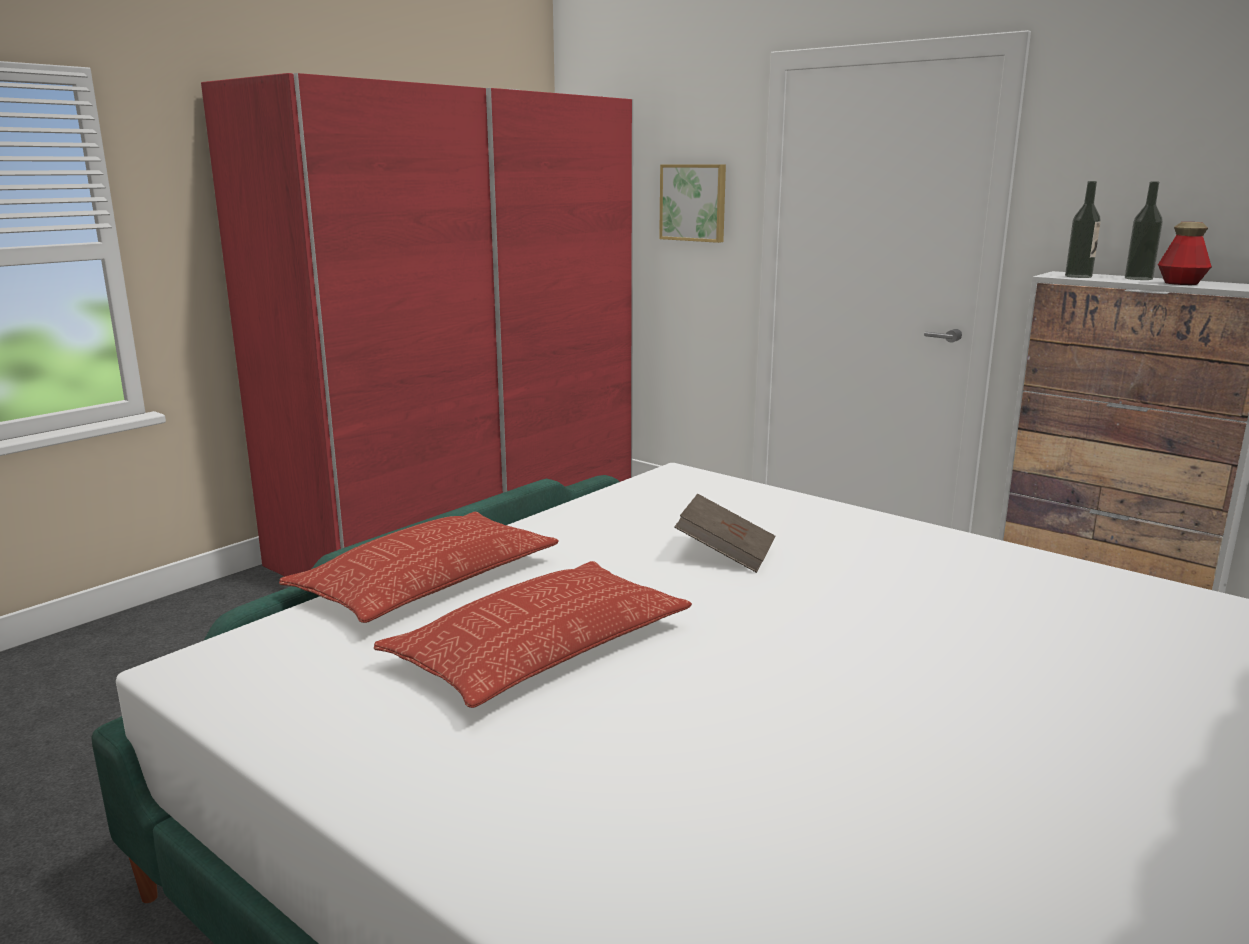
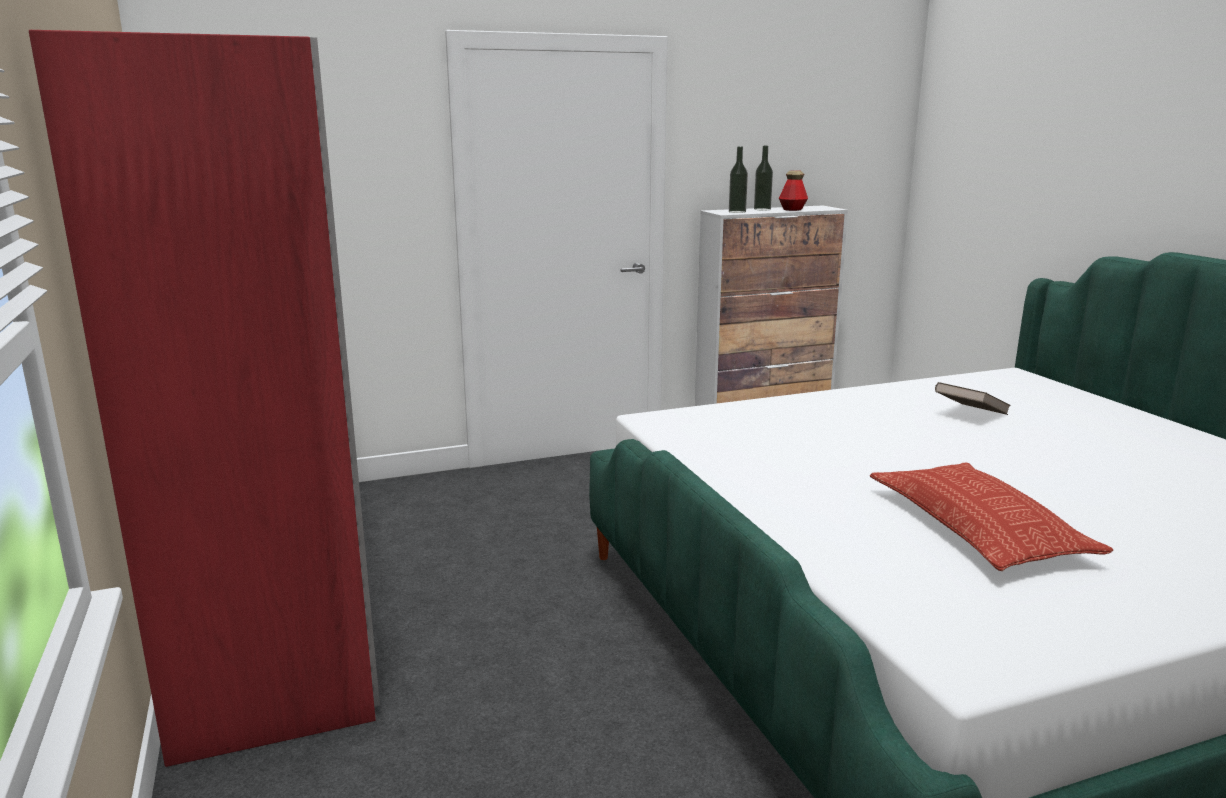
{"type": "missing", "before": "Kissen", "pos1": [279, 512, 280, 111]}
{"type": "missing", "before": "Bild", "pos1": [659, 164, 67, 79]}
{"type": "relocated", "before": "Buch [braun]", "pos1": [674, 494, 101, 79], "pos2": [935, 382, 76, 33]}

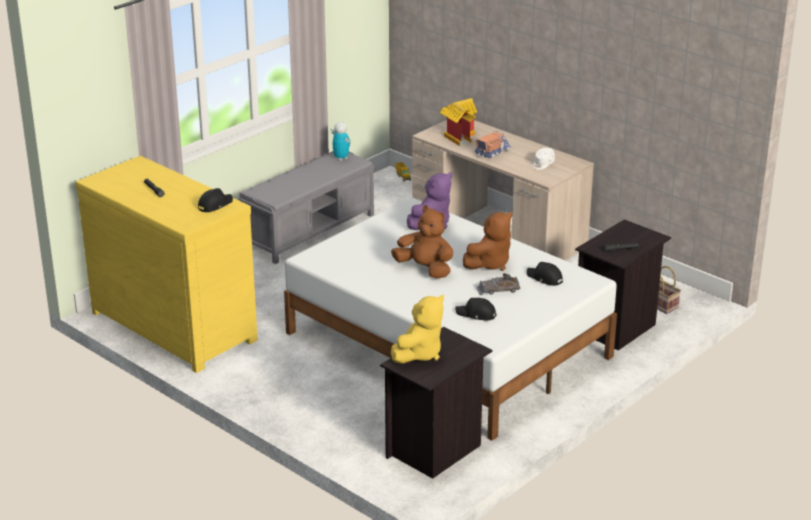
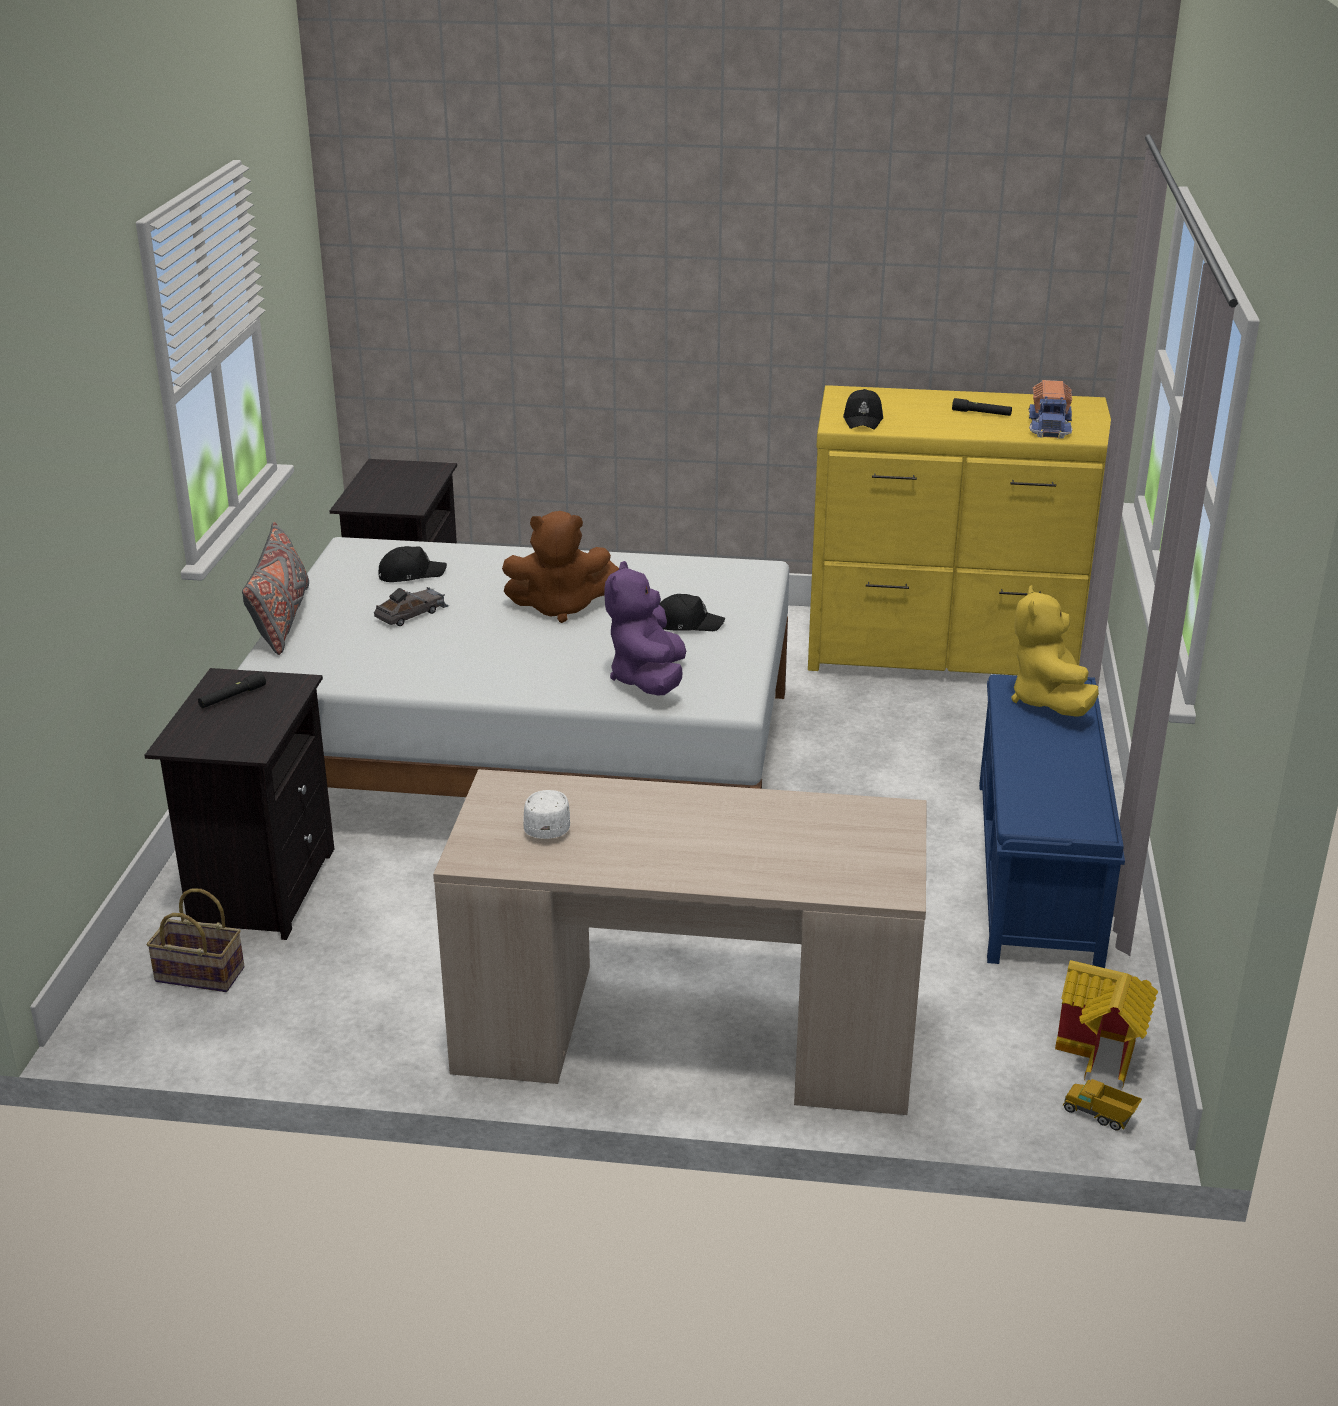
{"type": "missing", "before": "Spielzeugroboter", "pos1": [331, 122, 20, 39]}
{"type": "missing", "before": "Plüschtier [braun]", "pos1": [463, 212, 50, 59]}
{"type": "appeared", "after": "Kissen [grau]", "pos2": [242, 522, 67, 133]}
{"type": "relocated", "before": "Plüschtier [gelb]", "pos1": [391, 295, 53, 69], "pos2": [1011, 585, 88, 132]}
{"type": "relocated", "before": "Spielzeughaus", "pos1": [439, 98, 39, 48], "pos2": [1055, 960, 103, 131]}
{"type": "relocated", "before": "Spielzeuglaster", "pos1": [475, 131, 37, 28], "pos2": [1029, 380, 44, 59]}
{"type": "relocated", "before": "Kappe [schwarz]", "pos1": [527, 262, 36, 24], "pos2": [659, 594, 66, 37]}
{"type": "colour", "before": "Bank [grau]", "after": "Bank [blau]", "pos1": [238, 151, 137, 113], "pos2": [979, 674, 146, 294]}

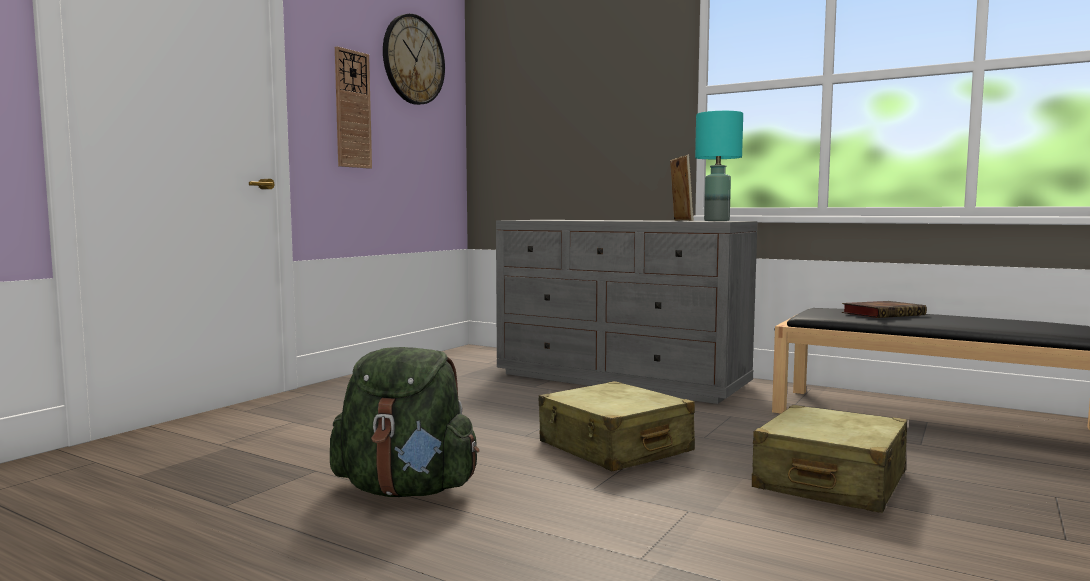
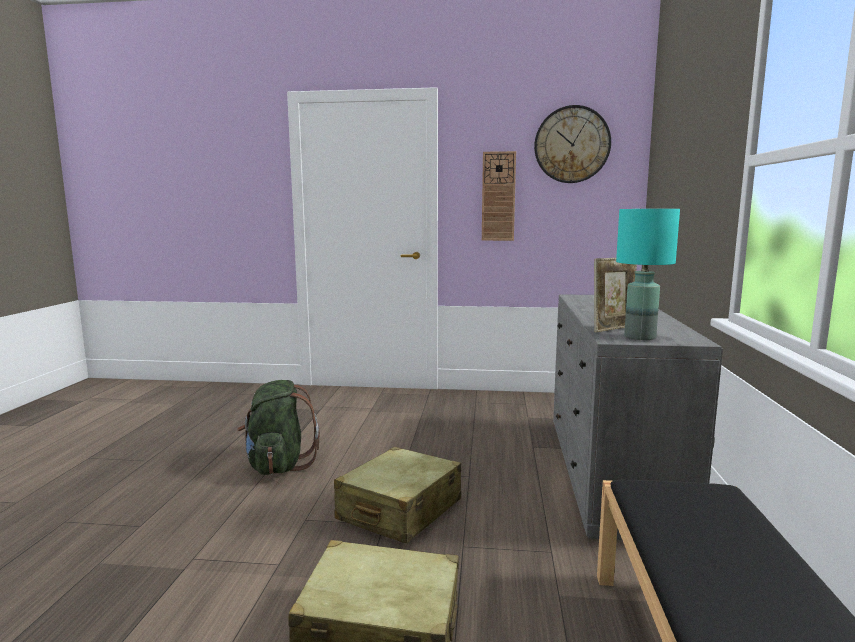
{"type": "missing", "before": "Buch", "pos1": [842, 301, 85, 17]}

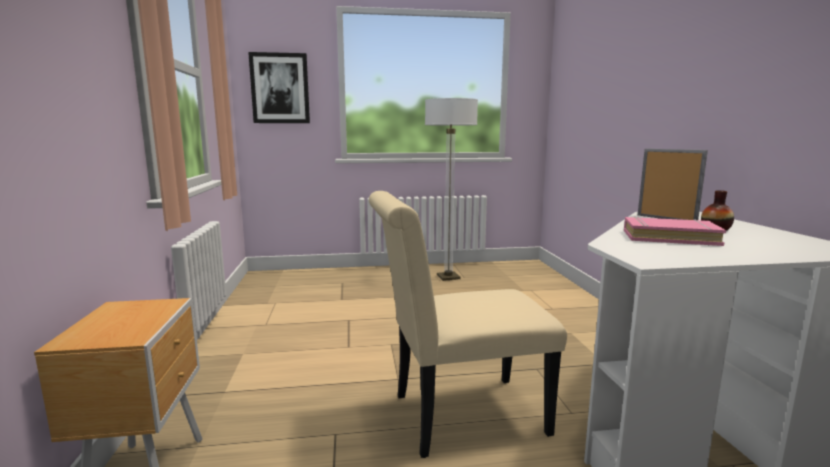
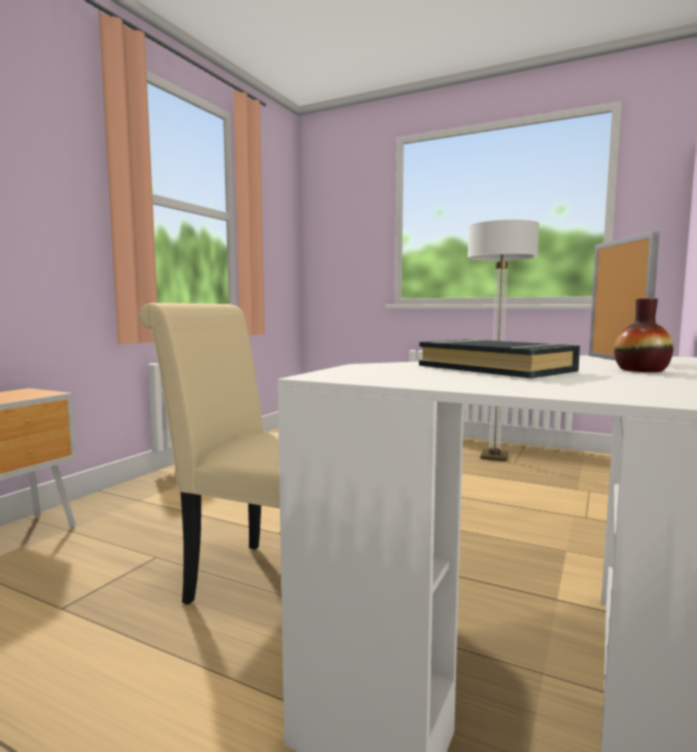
{"type": "missing", "before": "Bild", "pos1": [248, 52, 62, 71]}
{"type": "colour", "before": "Buch [rosa]", "after": "Buch [schwarz]", "pos1": [624, 217, 102, 29], "pos2": [419, 339, 161, 39]}

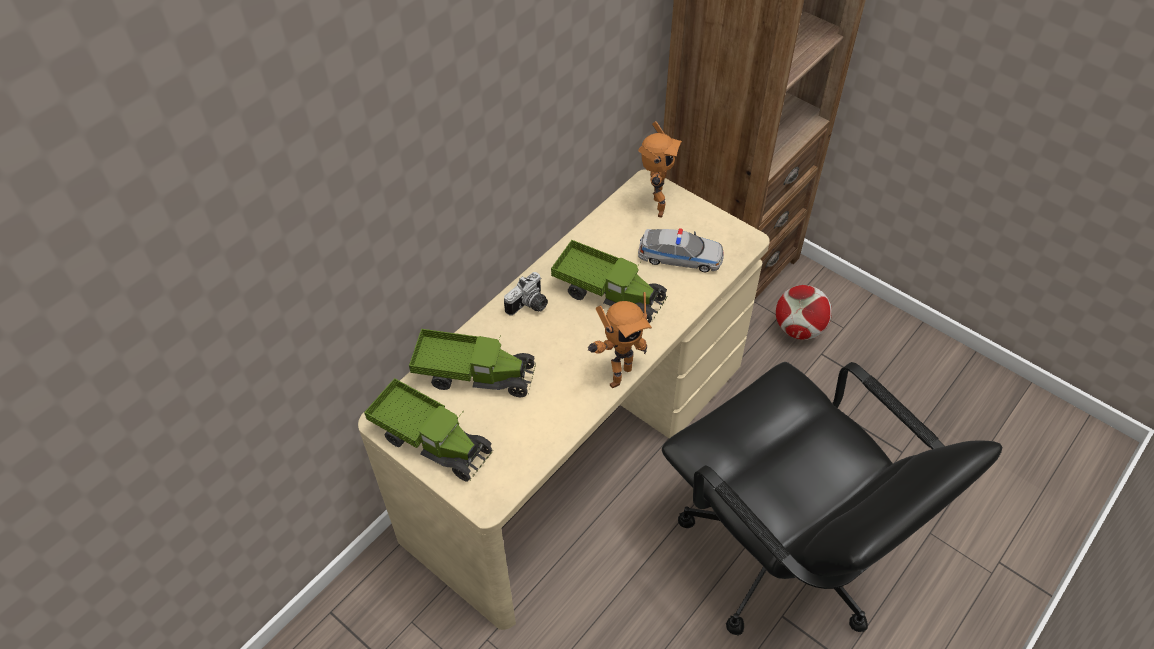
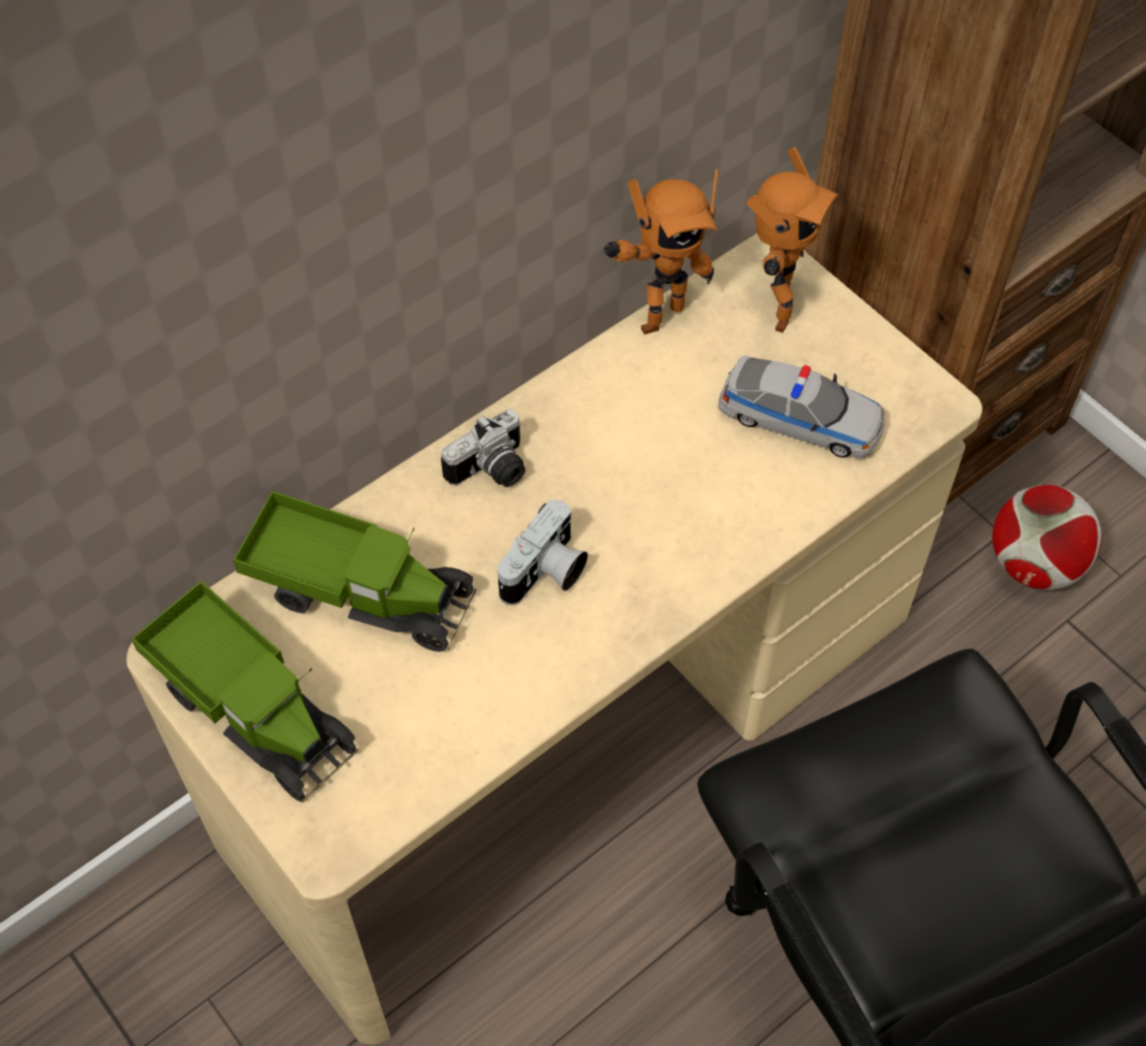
{"type": "missing", "before": "Spielzeuglaster", "pos1": [551, 240, 116, 83]}
{"type": "appeared", "after": "Kamera", "pos2": [497, 499, 91, 106]}
{"type": "relocated", "before": "Spielzeugroboter", "pos1": [588, 292, 64, 97], "pos2": [602, 169, 116, 166]}

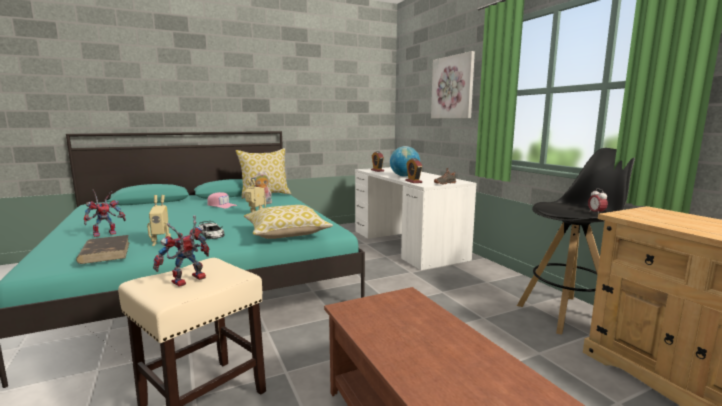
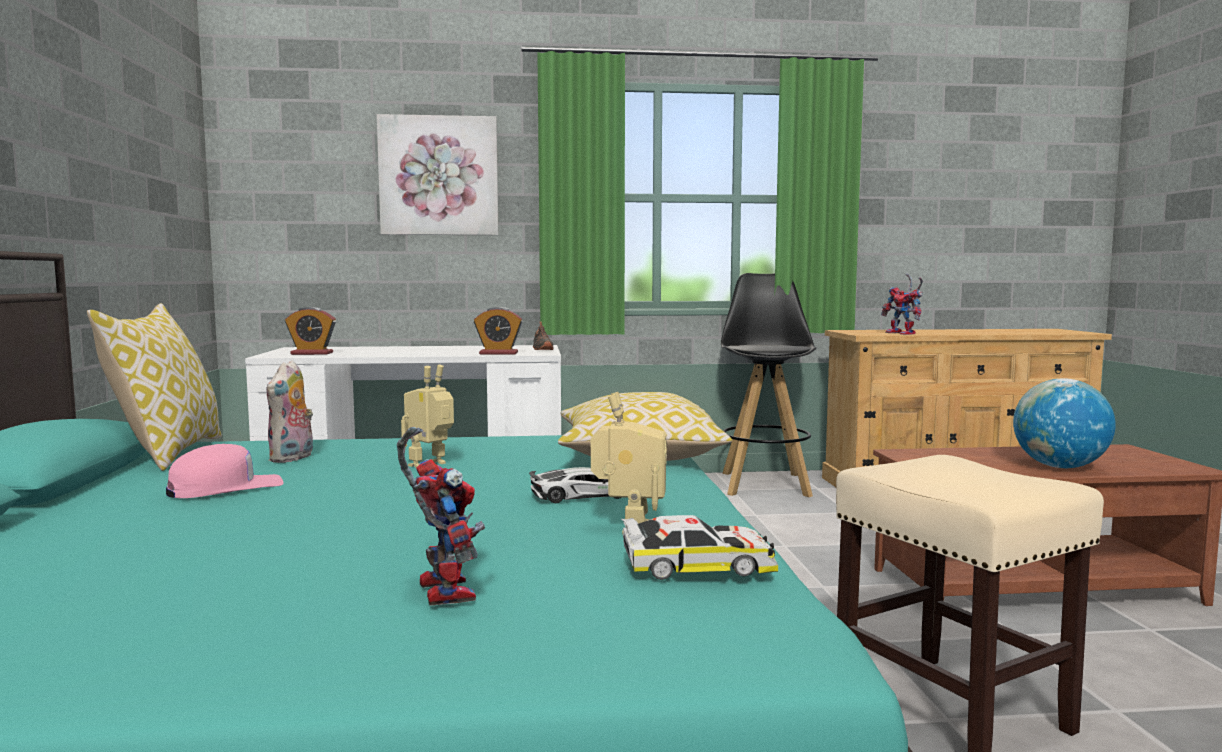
{"type": "missing", "before": "Wecker", "pos1": [588, 189, 20, 25]}
{"type": "relocated", "before": "Spielzeugroboter", "pos1": [153, 215, 56, 72], "pos2": [881, 273, 42, 62]}
{"type": "relocated", "before": "Globus", "pos1": [390, 146, 30, 31], "pos2": [1013, 378, 102, 90]}
{"type": "exchanged", "before": "Buch [braun]", "after": "Spielzeugauto", "pos1": [76, 235, 54, 29], "pos2": [621, 515, 157, 65]}

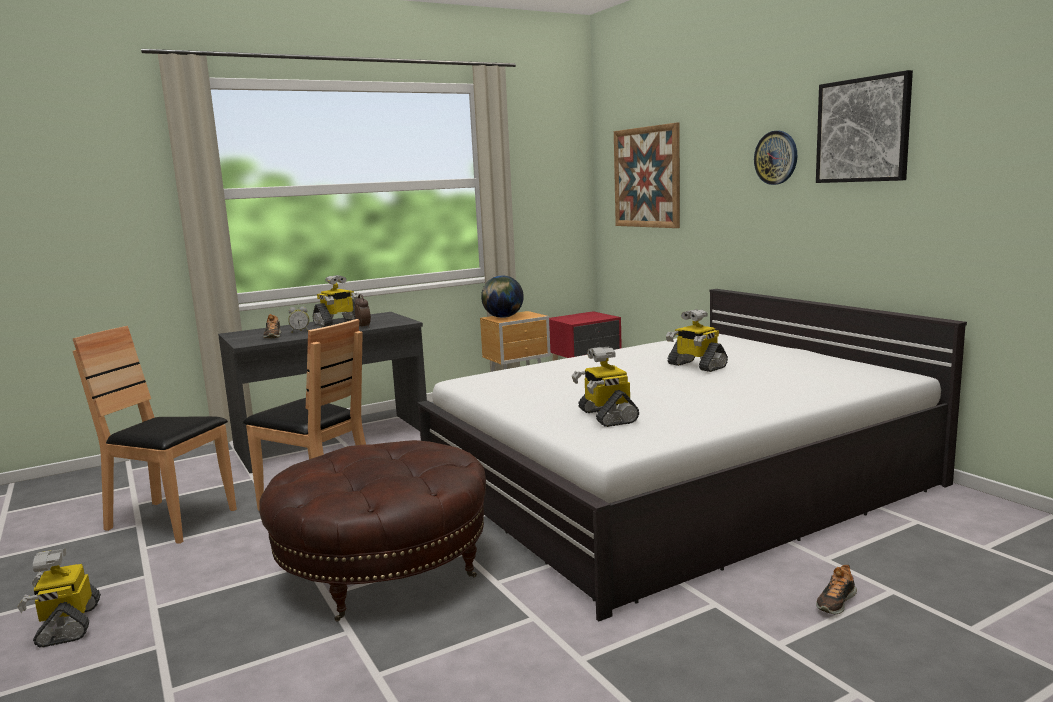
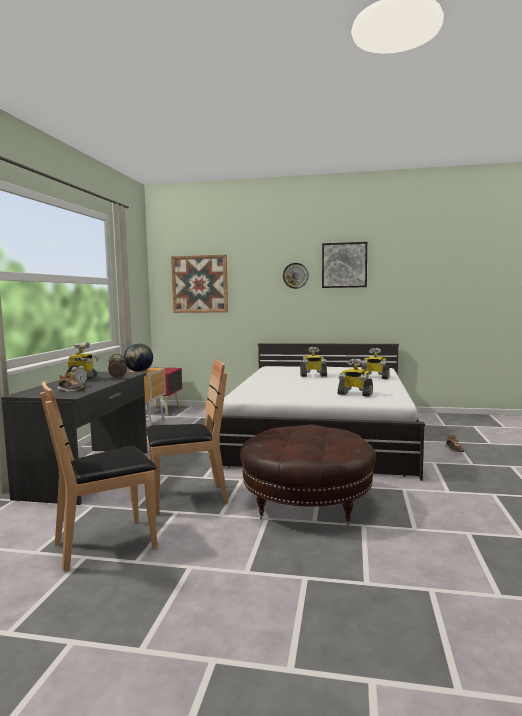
{"type": "relocated", "before": "Spielzeugroboter", "pos1": [17, 549, 84, 99], "pos2": [361, 348, 29, 31]}

